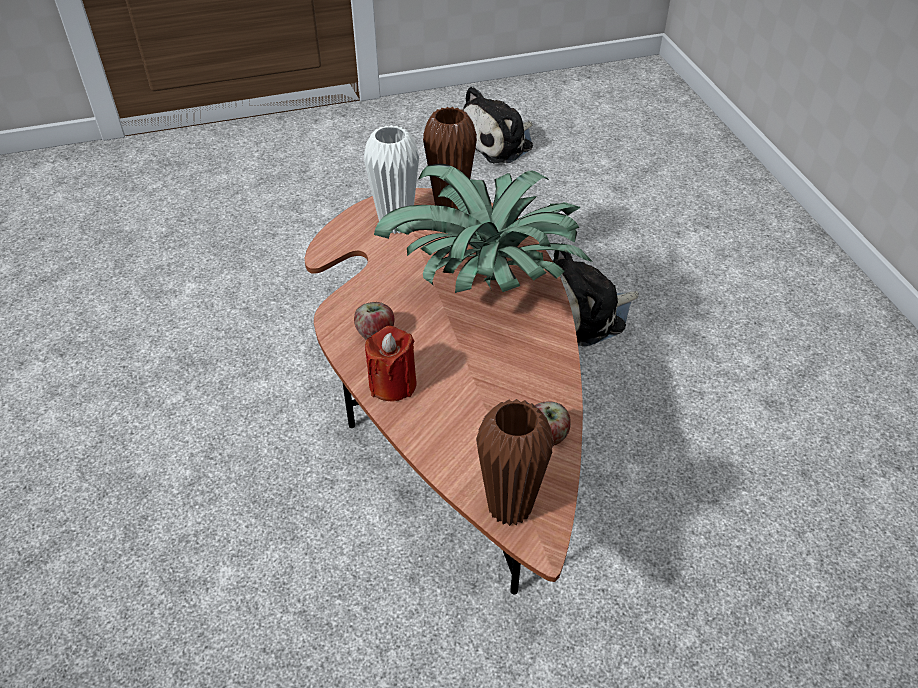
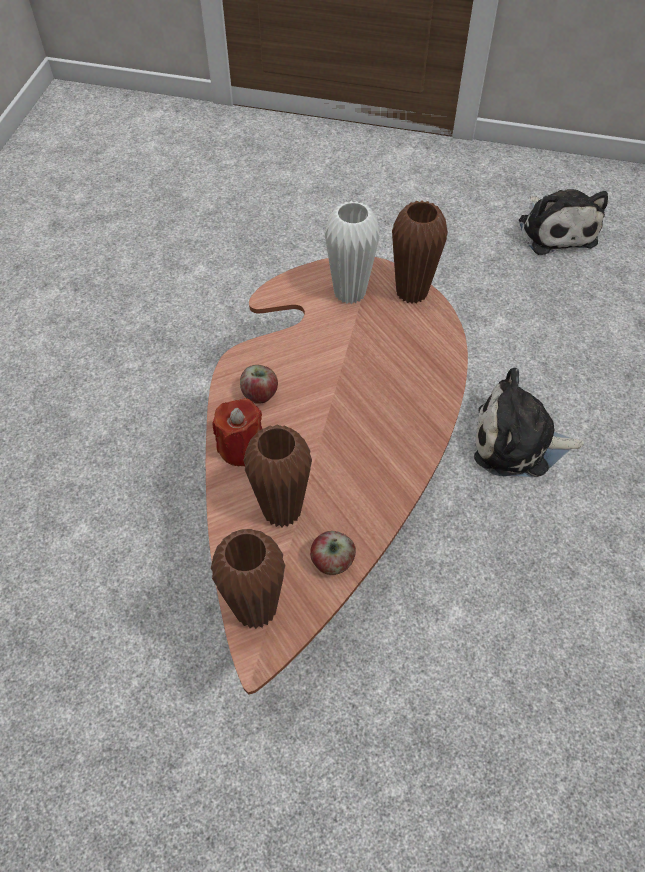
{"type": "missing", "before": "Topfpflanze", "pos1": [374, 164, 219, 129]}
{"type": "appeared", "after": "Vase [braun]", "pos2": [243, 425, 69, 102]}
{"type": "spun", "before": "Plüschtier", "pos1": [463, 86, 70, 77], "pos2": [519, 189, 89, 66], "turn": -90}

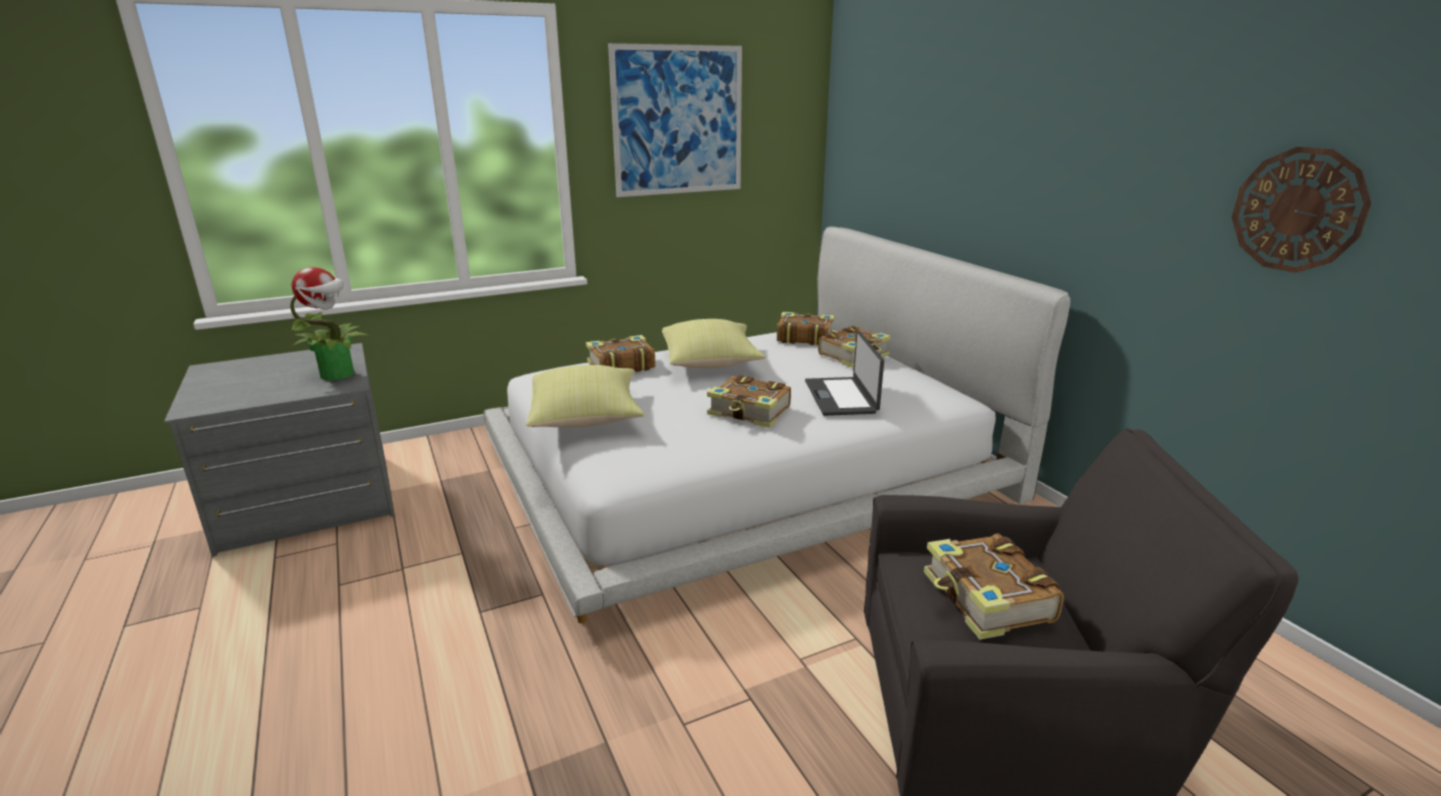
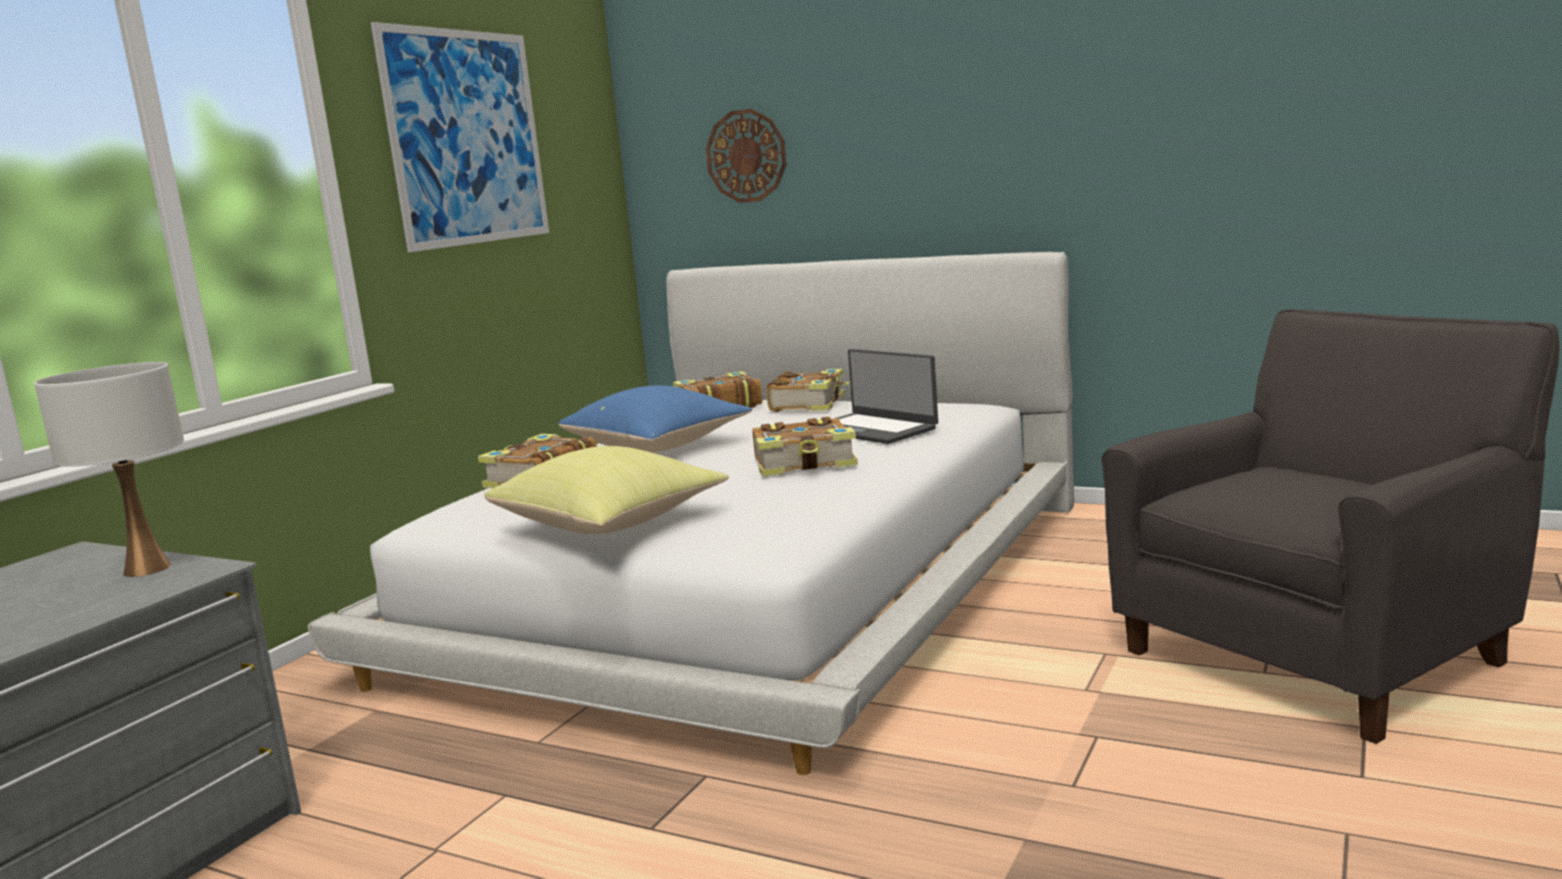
{"type": "missing", "before": "Buch", "pos1": [924, 534, 140, 106]}
{"type": "relocated", "before": "Wanduhr", "pos1": [1232, 147, 140, 126], "pos2": [706, 109, 80, 94]}
{"type": "exchanged", "before": "Topfpflanze", "after": "Tischlampe [weiß]", "pos1": [290, 267, 80, 113], "pos2": [34, 362, 150, 215]}
{"type": "colour", "before": "Kissen [gelb]", "after": "Kissen [blau]", "pos1": [662, 319, 103, 49], "pos2": [559, 385, 193, 67]}

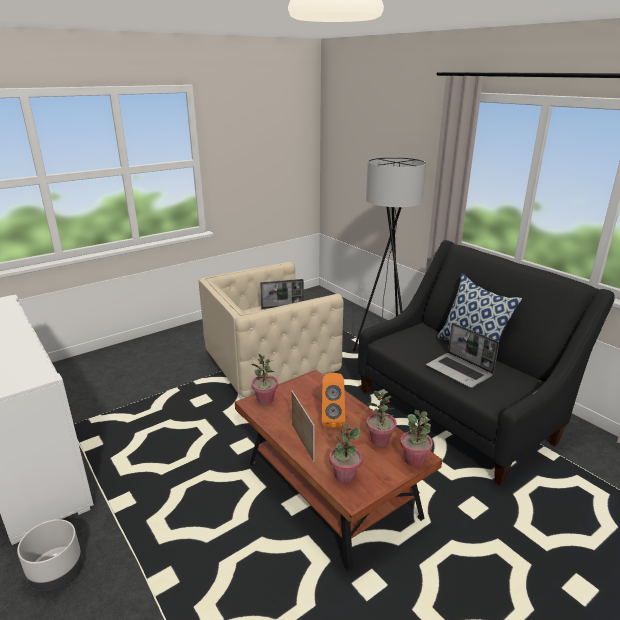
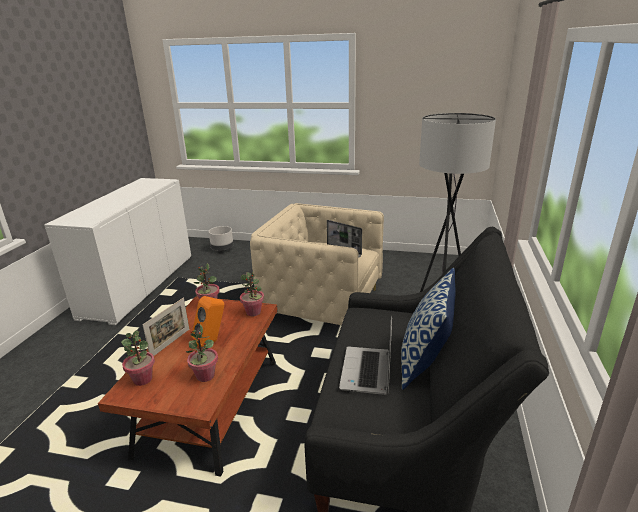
{"type": "relocated", "before": "Pflanzkübel [grau]", "pos1": [17, 519, 66, 72], "pos2": [209, 226, 25, 25]}
{"type": "relocated", "before": "Topfpflanze", "pos1": [400, 410, 33, 57], "pos2": [240, 272, 24, 44]}

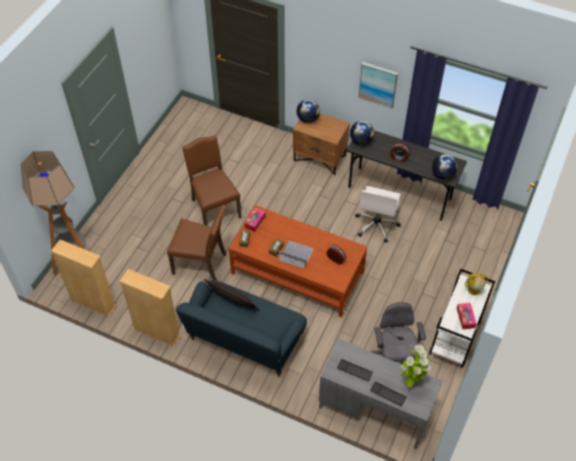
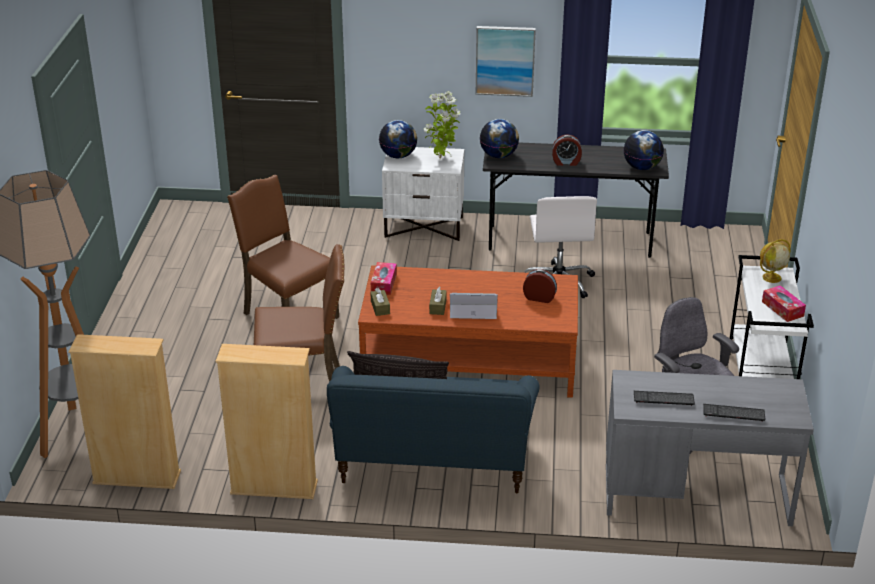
{"type": "relocated", "before": "Topfpflanze", "pos1": [400, 344, 31, 44], "pos2": [423, 91, 38, 68]}
{"type": "colour", "before": "Nachttisch [braun]", "after": "Nachttisch [weiß]", "pos1": [293, 113, 57, 62], "pos2": [382, 147, 82, 94]}

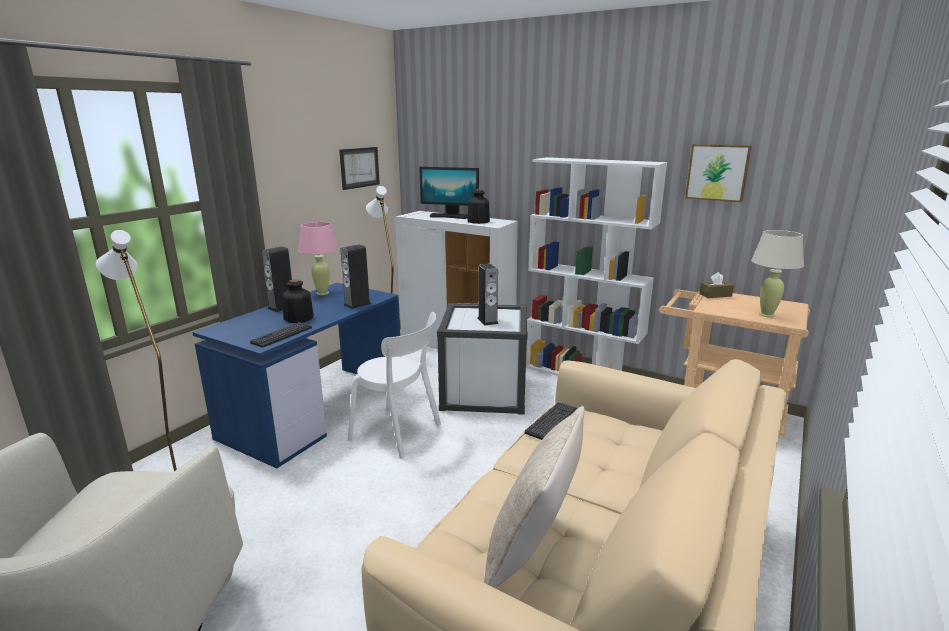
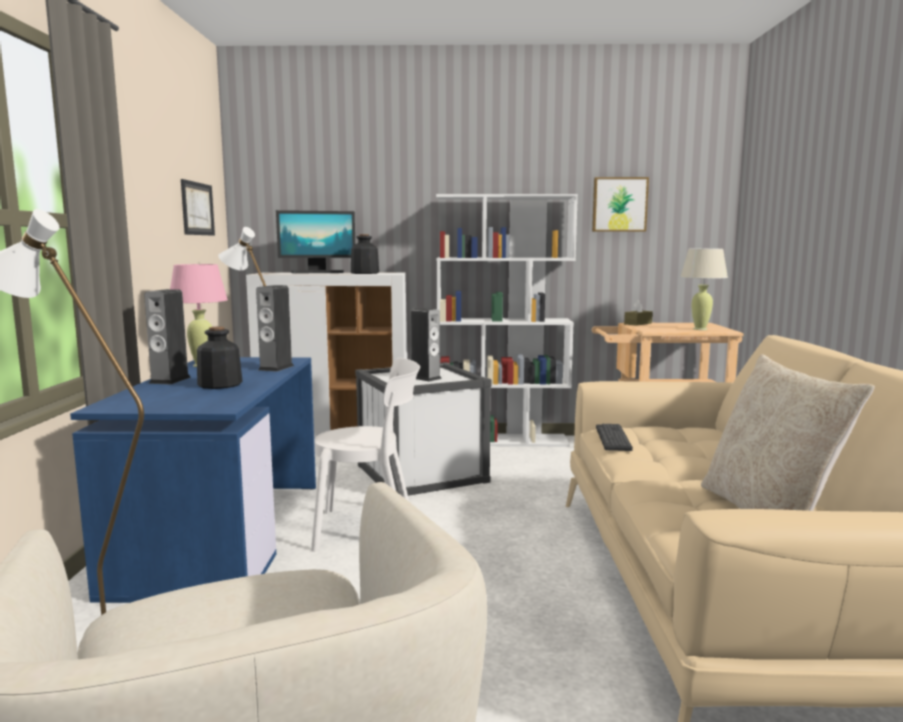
{"type": "missing", "before": "Tastatur", "pos1": [250, 322, 62, 26]}

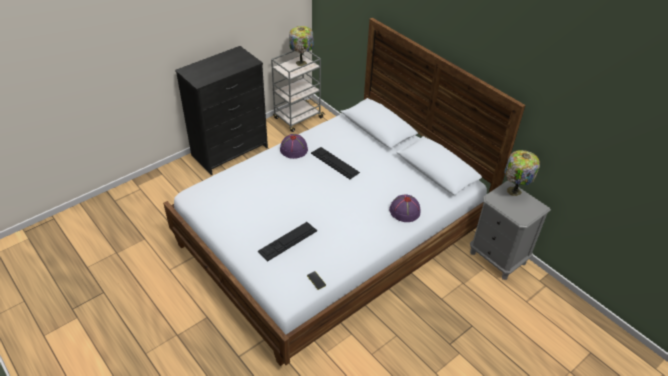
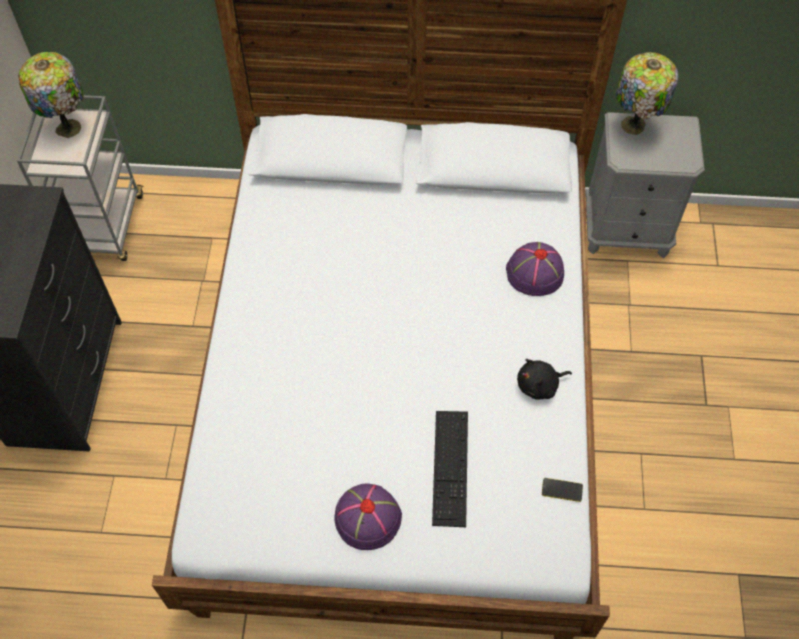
{"type": "missing", "before": "Tastatur", "pos1": [311, 147, 49, 32]}
{"type": "appeared", "after": "Plüschtier [schwarz]", "pos2": [517, 359, 55, 40]}
{"type": "relocated", "before": "Hut [lila]", "pos1": [280, 134, 28, 25], "pos2": [334, 483, 68, 67]}

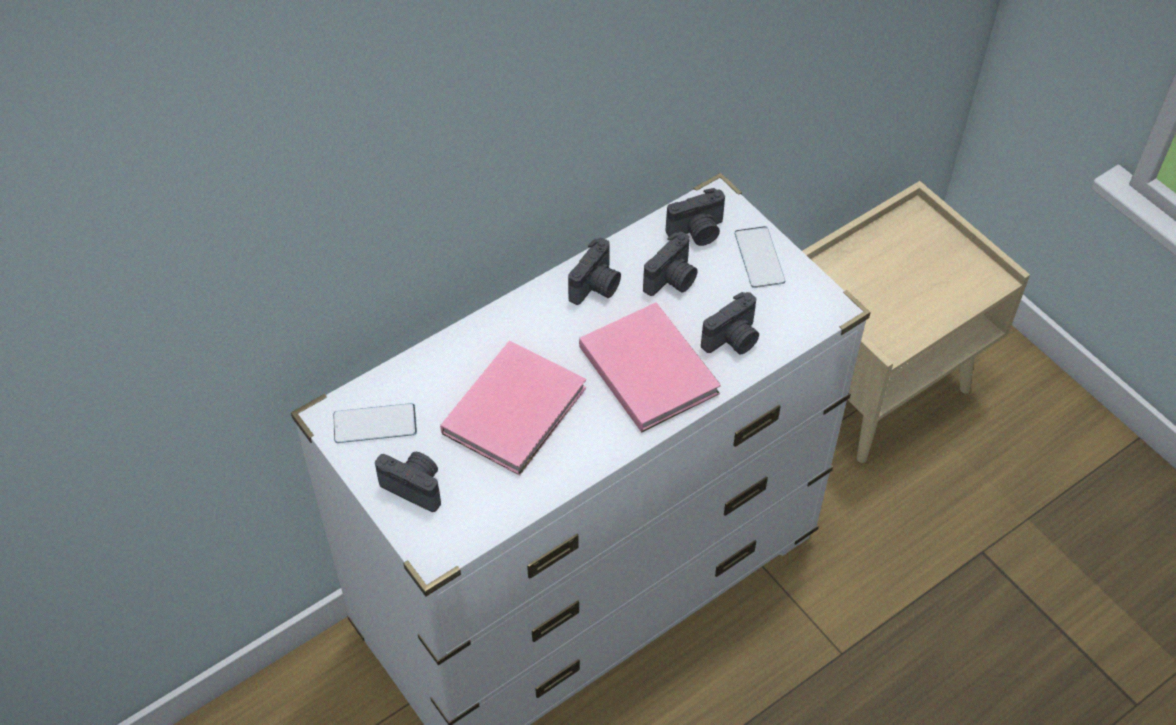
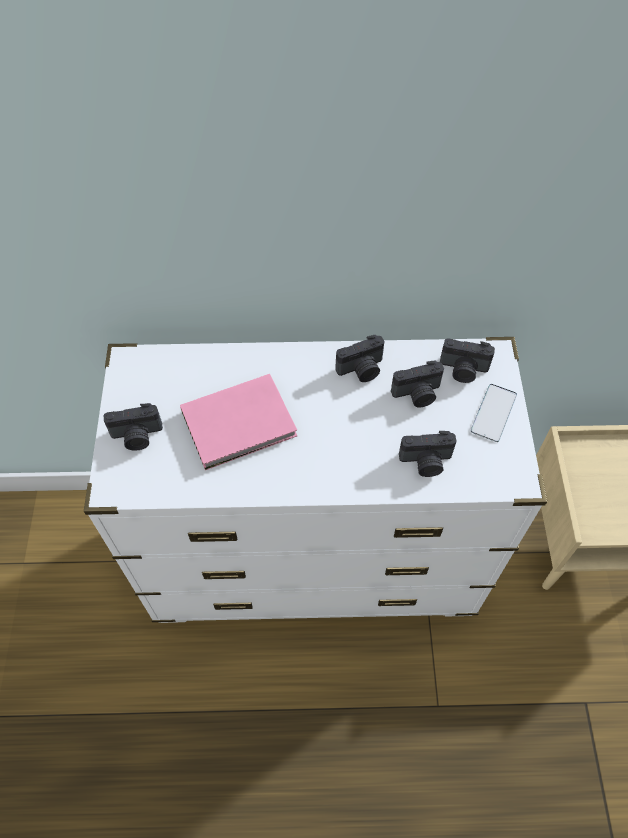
{"type": "missing", "before": "Handy", "pos1": [333, 403, 84, 40]}
{"type": "missing", "before": "Buch [rosa]", "pos1": [579, 302, 142, 130]}
{"type": "spun", "before": "Kamera", "pos1": [375, 452, 66, 60], "pos2": [104, 403, 59, 48], "turn": 105}

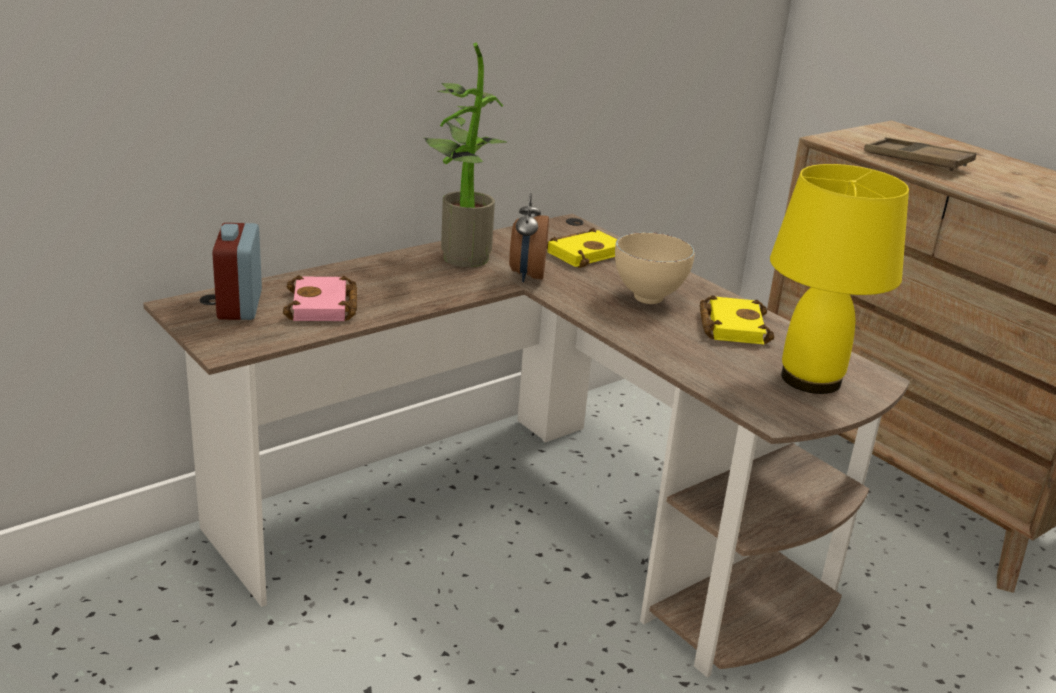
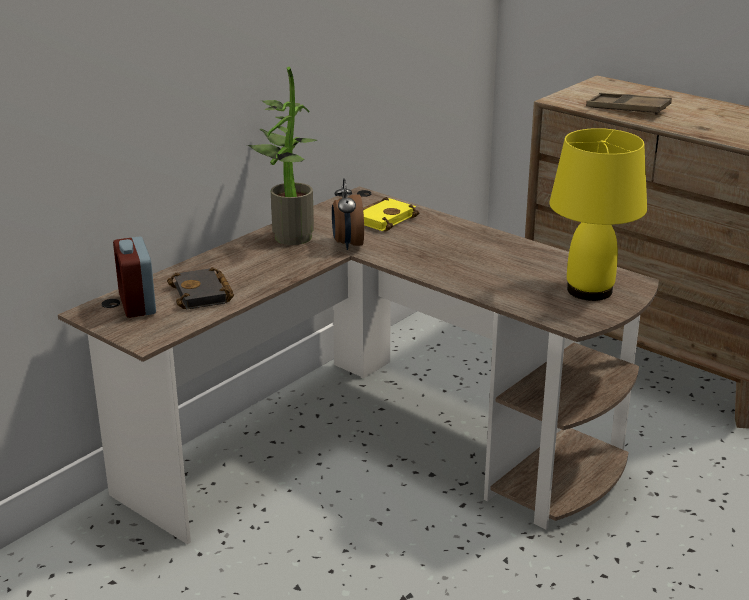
{"type": "missing", "before": "Schüssel [beige]", "pos1": [615, 232, 80, 72]}
{"type": "missing", "before": "Buch [gelb]", "pos1": [700, 295, 75, 50]}
{"type": "colour", "before": "Buch [rosa]", "after": "Buch [schwarz]", "pos1": [283, 275, 74, 46], "pos2": [167, 267, 67, 43]}

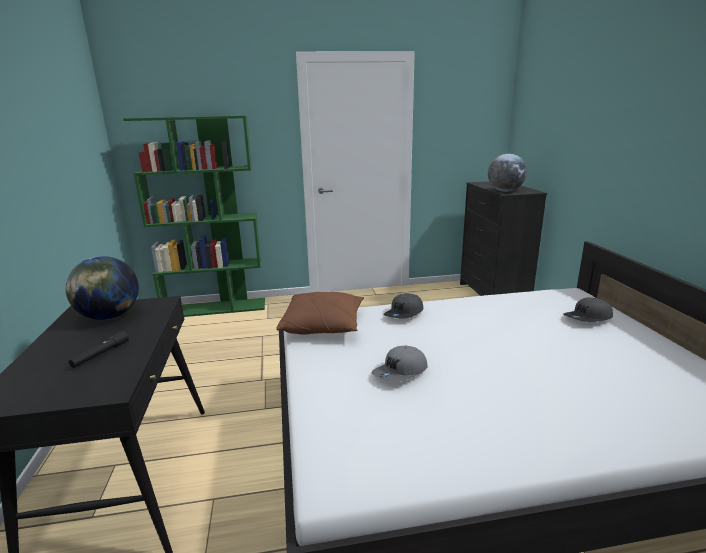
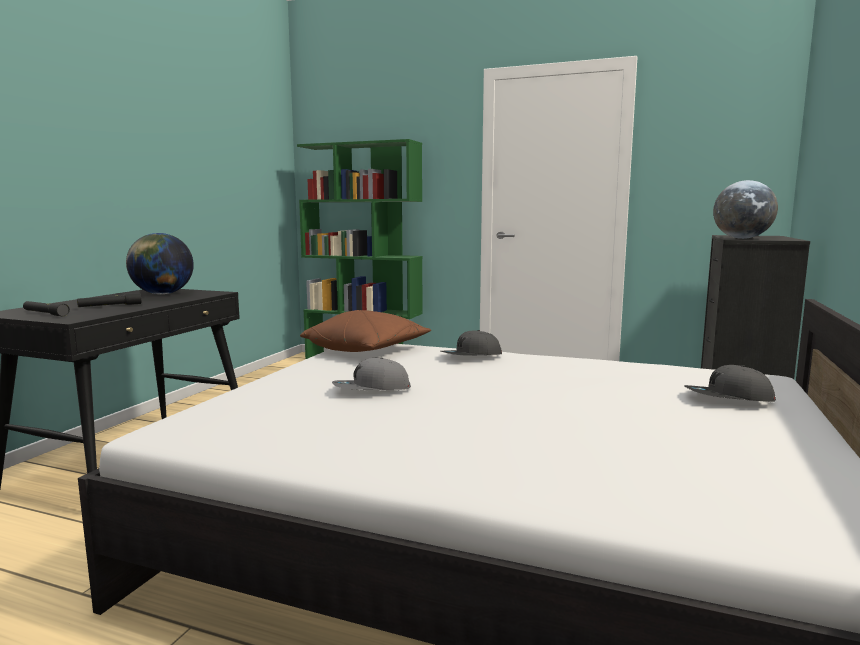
{"type": "appeared", "after": "Taschenlampe [schwarz]", "pos2": [23, 301, 47, 15]}

